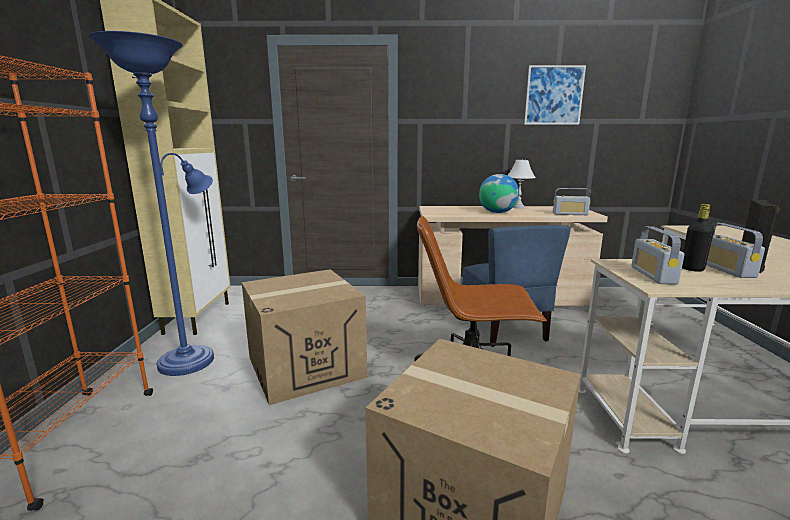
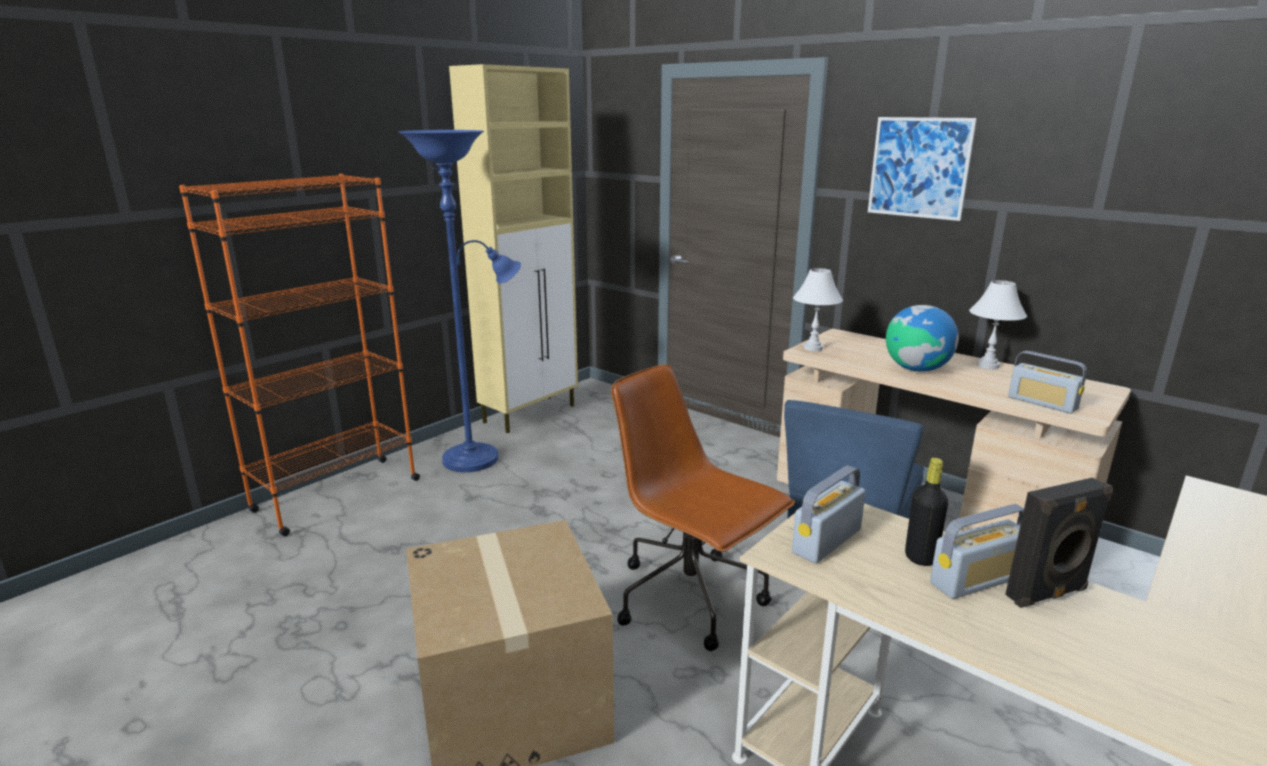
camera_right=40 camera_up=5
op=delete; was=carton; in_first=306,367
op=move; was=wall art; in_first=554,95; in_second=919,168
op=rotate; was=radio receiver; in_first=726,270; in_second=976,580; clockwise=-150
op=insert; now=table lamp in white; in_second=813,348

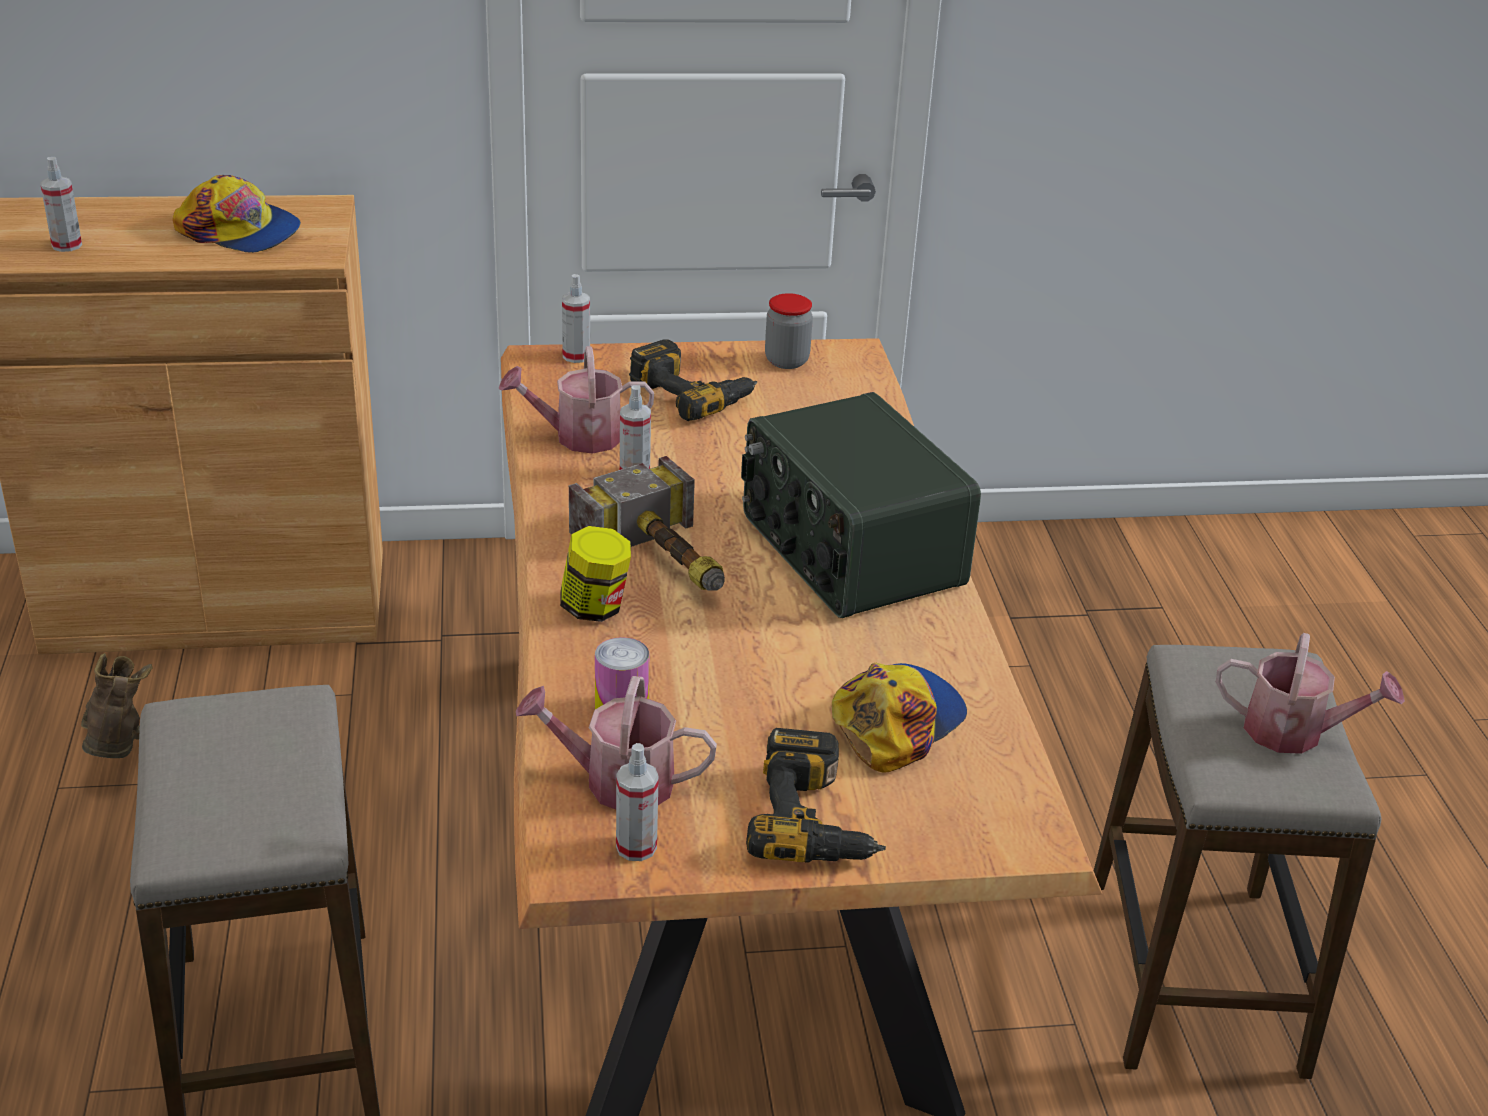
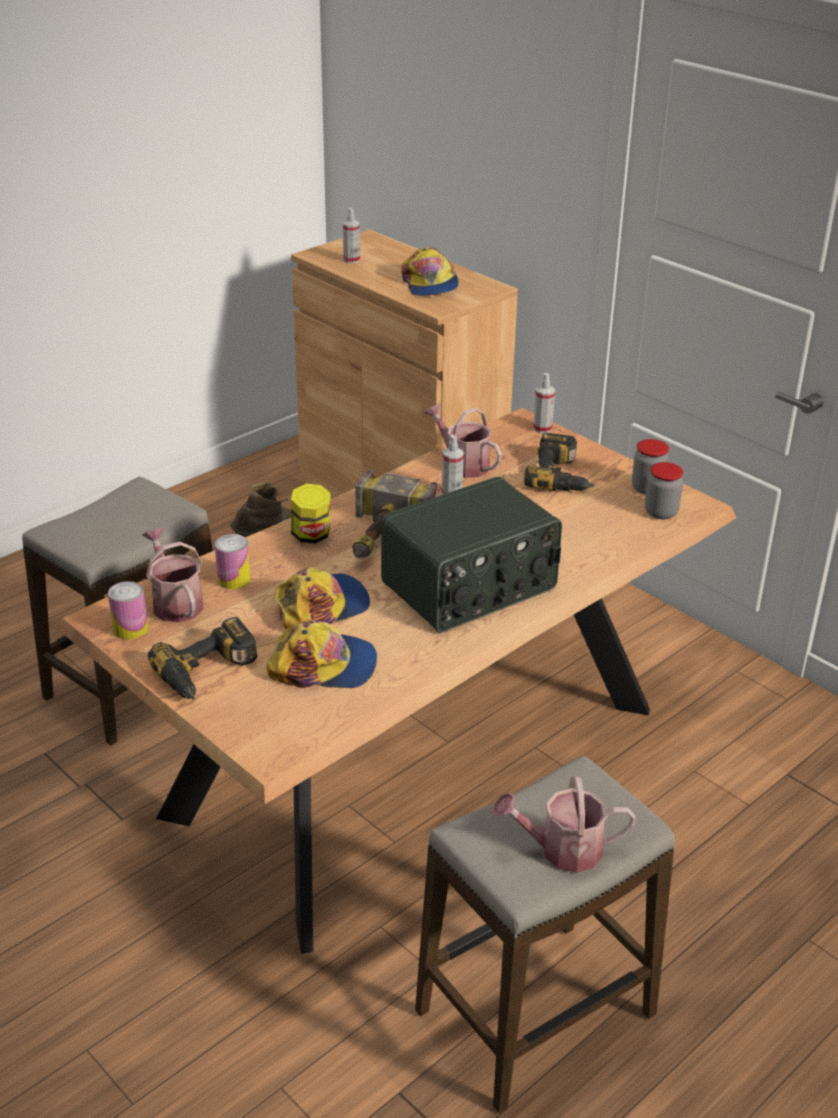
camera_right=55 camera_up=0
op=replace; was=hand sprayer; now=can; in_first=636,847; in_second=130,628
op=rotate; was=radio receiver; in_first=848,551; in_second=470,588; clockwise=-150
op=rotate; was=watering can; in_first=1294,732; in_second=561,850; clockwise=105
op=insert; now=peaked cap; in_second=321,606
op=insert; now=jar; in_second=661,512

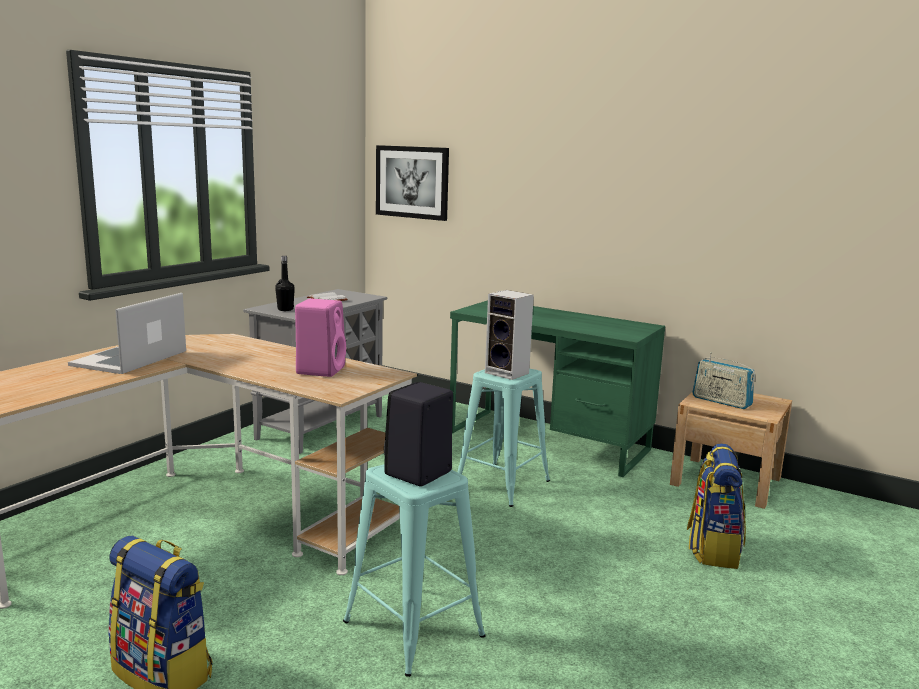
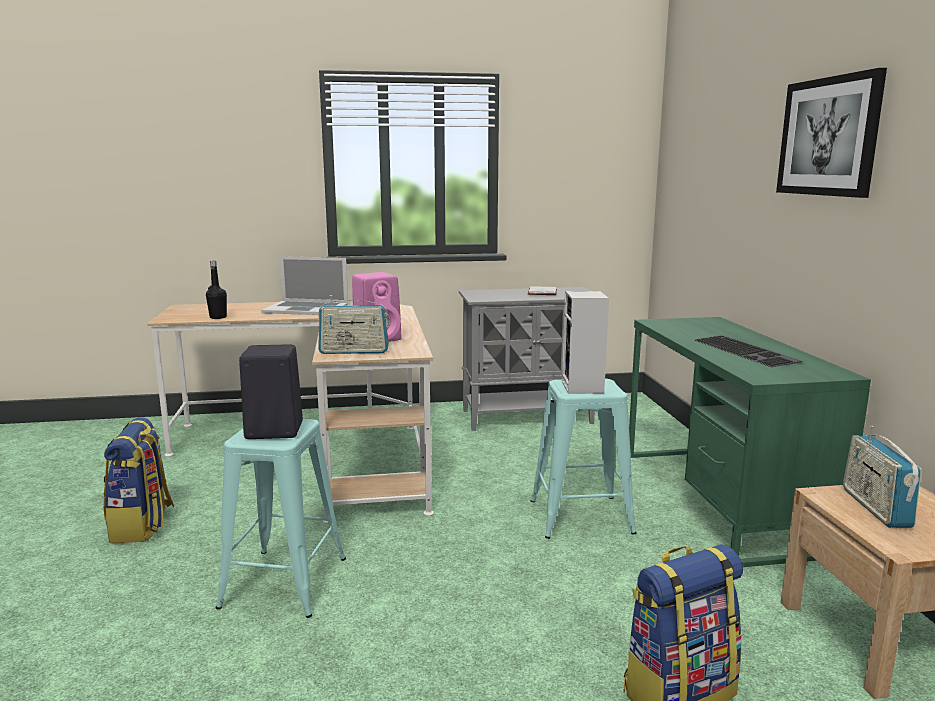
camera_right=50 camera_up=0
op=rotate; was=laptop; in_first=130,358; in_second=306,309; clockwise=-150
op=move; was=bottle in black; in_first=285,309; in_second=218,317
op=move; was=wall art; in_first=412,182; in_second=828,137
op=insert; now=radio receiver; in_second=354,351
op=insert; now=PC keyboard; in_second=747,351

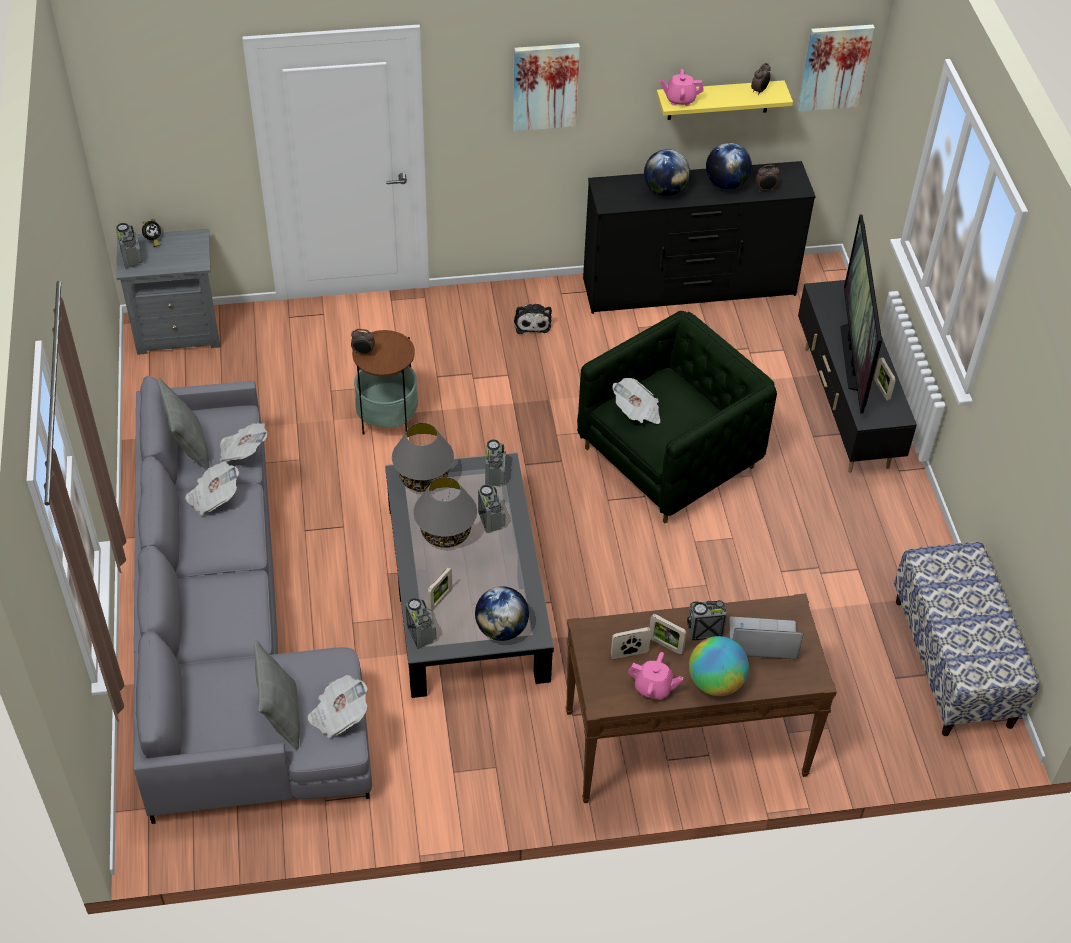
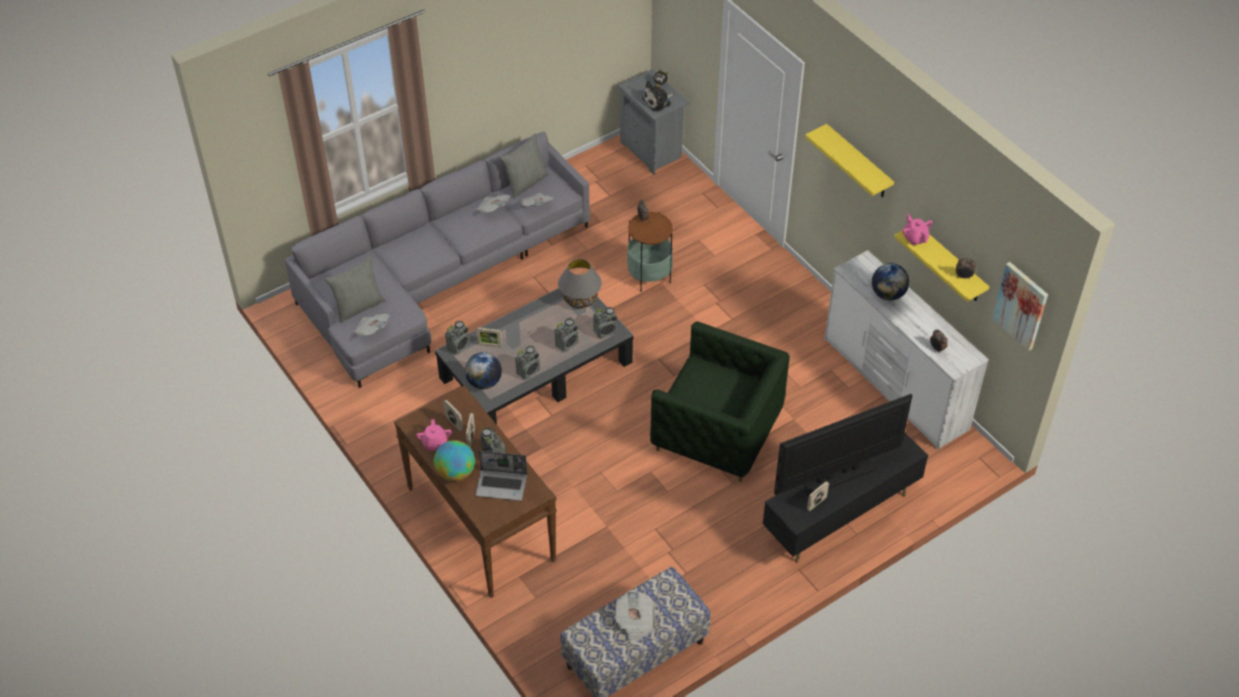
camera_right=65 camera_up=0
op=move; was=radio receiver; in_first=132,258; in_second=528,371
op=delete; was=table lamp in greyish; in_first=445,532
op=replace; was=wall art; now=wall shelf in yellow-coloured; in_first=545,86; in_second=858,163
op=move; was=soft toy; in_first=532,322; in_second=658,101
op=recolor; was=drawer chest in black; now=drawer chest in white; in_first=690,288; in_second=894,385
op=move; was=newspaper; in_first=637,411; in_second=635,623
op=delete; was=desk globe; in_first=726,184
op=rotate; was=laptop; in_first=761,641; in_second=502,485; clockwise=120

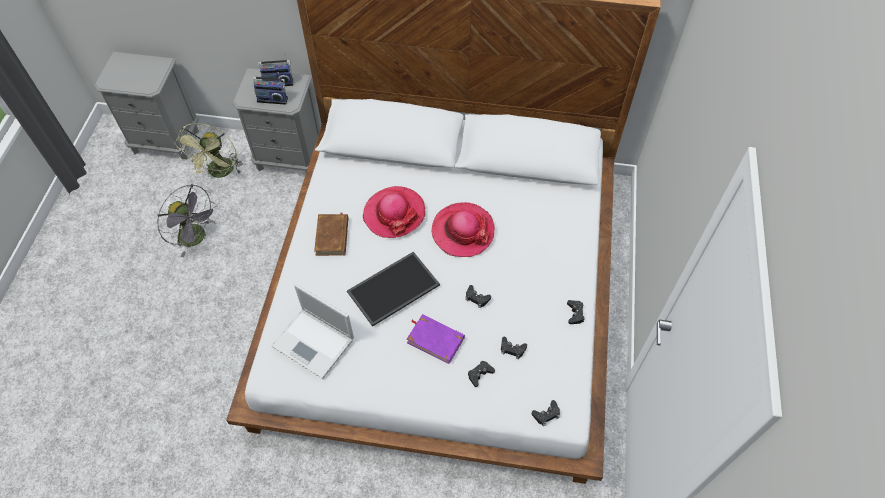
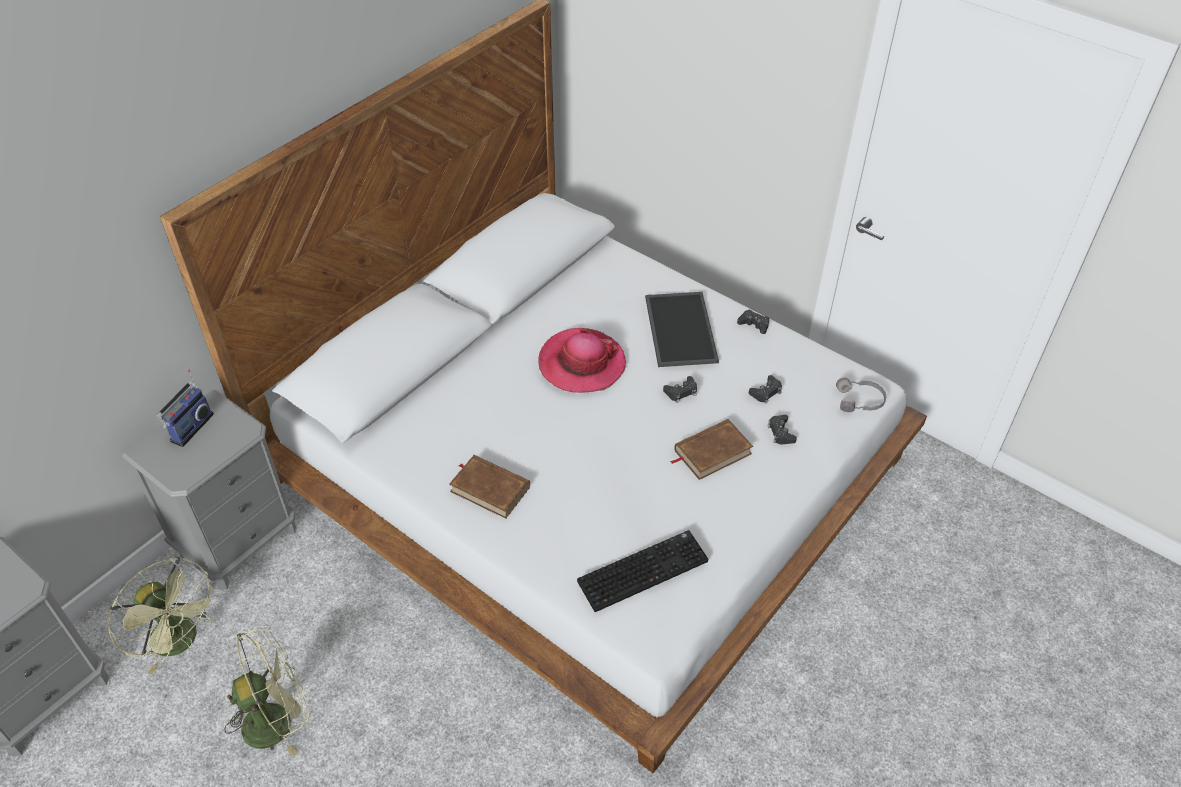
camera_right=-60 camera_up=-10
op=recolor; was=electric fan in greyish; now=electric fan in green; in_first=197,238; in_second=277,719
op=delete; was=radio receiver; in_first=272,98
op=replace; was=laptop; now=PC keyboard; in_first=314,343; in_second=643,569
op=move; was=serving tray; in_first=393,287; in_second=679,328
op=delete; was=hat; in_first=394,213
op=recolor; was=volume in purple; now=volume in brownish; in_first=435,340; in_second=712,452
op=replace; was=joypad in black; now=headset in greyish; in_first=546,414; in_second=860,401

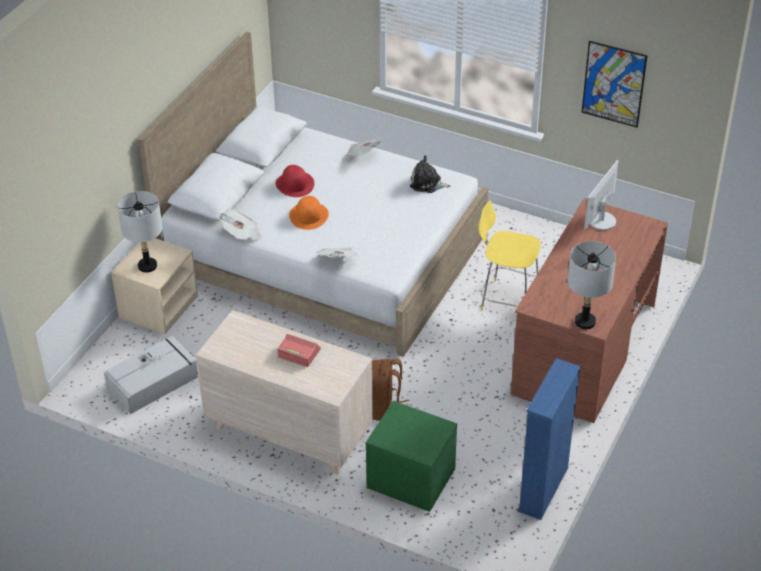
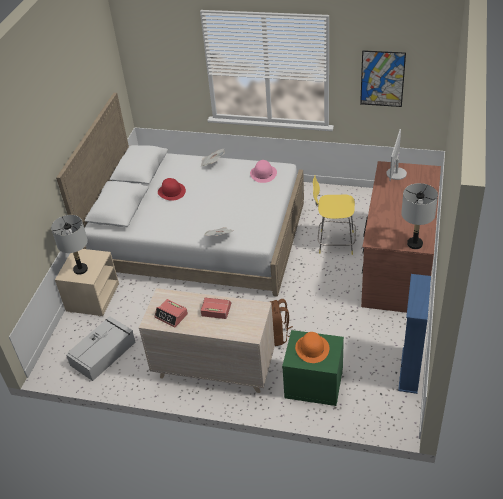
camera_right=-10 camera_up=0
op=delete; was=newspaper; in_first=241,234
op=move; was=hat in orange; in_first=309,216; in_second=312,348
op=replace; was=soft toy; now=hat in pinkish; in_first=427,184; in_second=263,173
op=insert; now=alarm clock; in_second=171,316

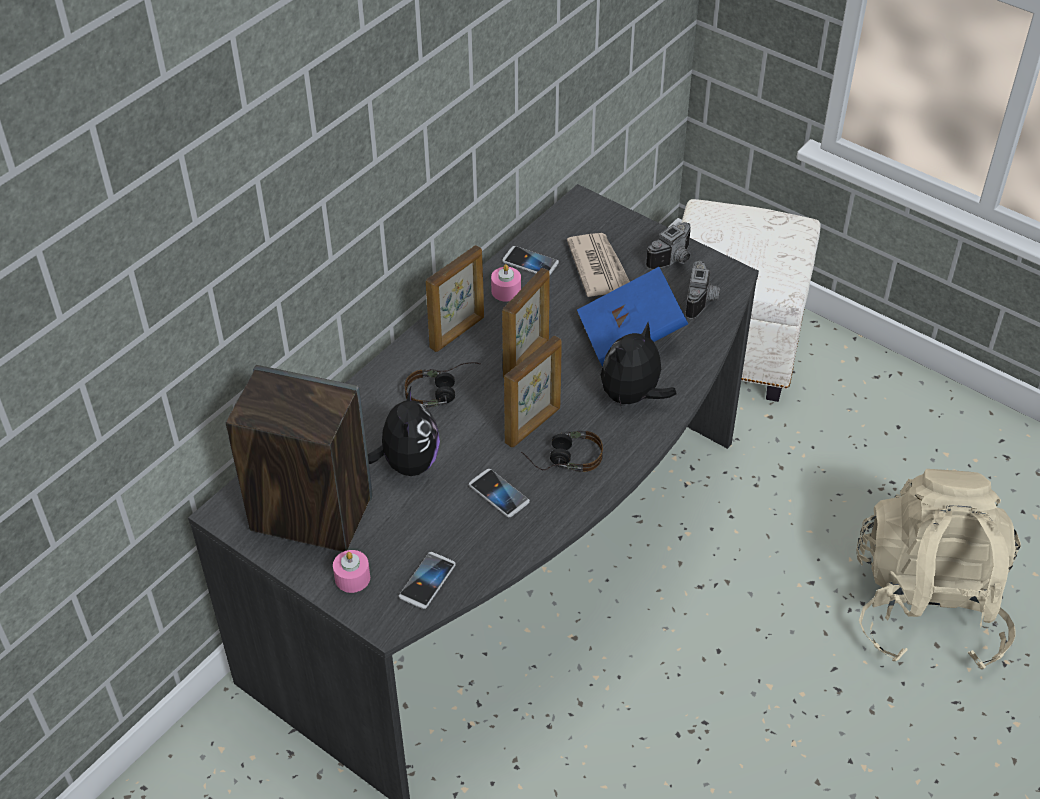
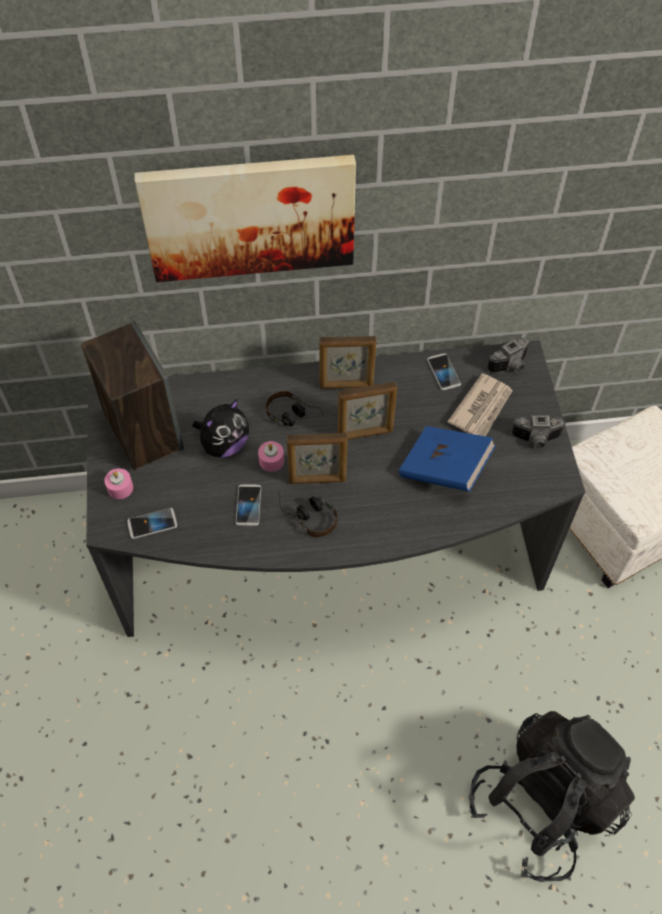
camera_right=45 camera_up=10
op=move; was=candle in pinkish; in_first=506,291; in_second=271,460
op=delete; was=soft toy; in_first=632,397
op=move; was=photo camera; in_first=703,300; in_second=511,366
op=recolor; was=knapsack in beige-coloured; now=knapsack in black; in_first=926,607; in_second=543,804
op=insert; now=wall art; in_second=250,216

